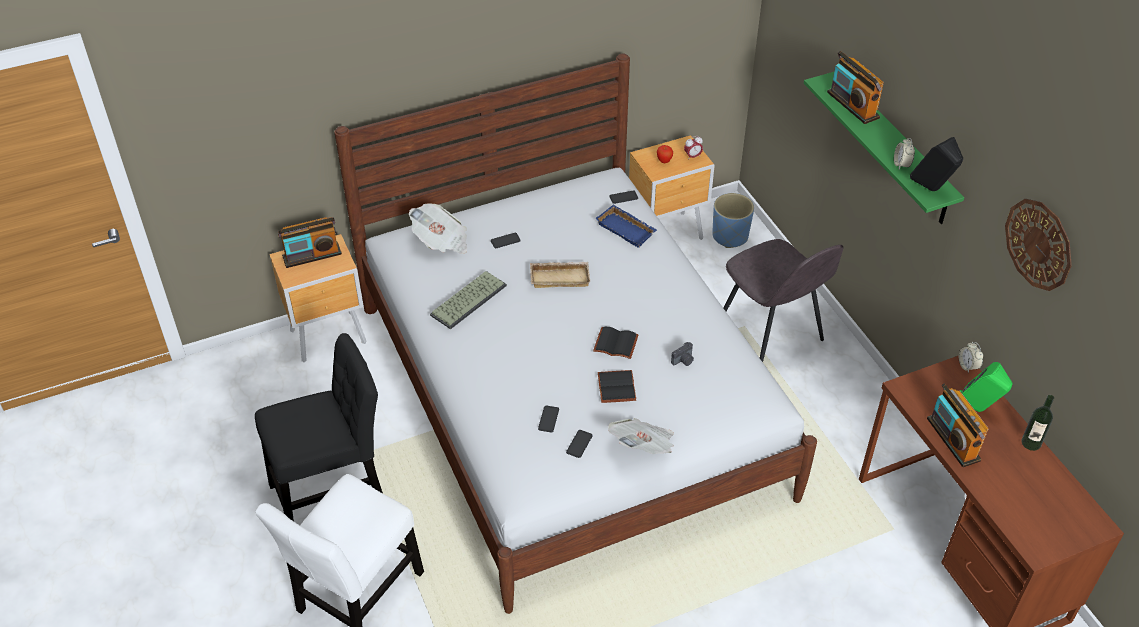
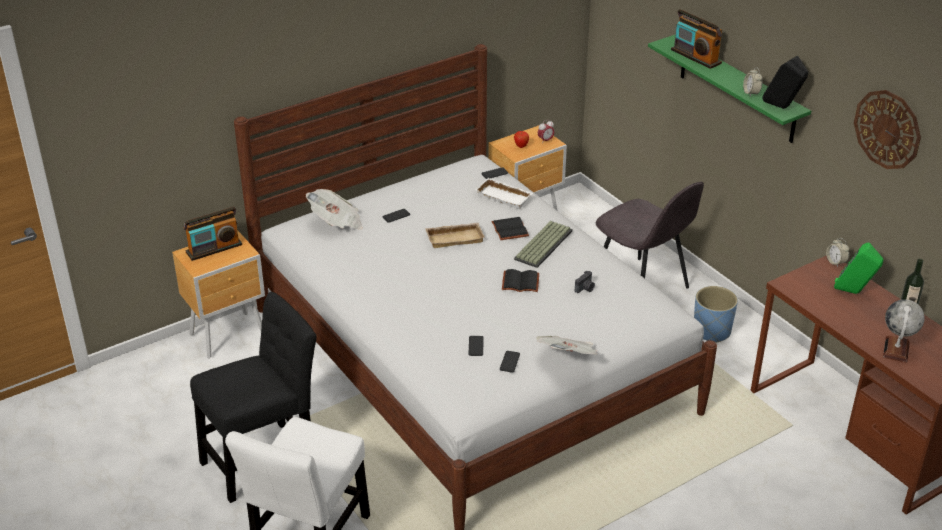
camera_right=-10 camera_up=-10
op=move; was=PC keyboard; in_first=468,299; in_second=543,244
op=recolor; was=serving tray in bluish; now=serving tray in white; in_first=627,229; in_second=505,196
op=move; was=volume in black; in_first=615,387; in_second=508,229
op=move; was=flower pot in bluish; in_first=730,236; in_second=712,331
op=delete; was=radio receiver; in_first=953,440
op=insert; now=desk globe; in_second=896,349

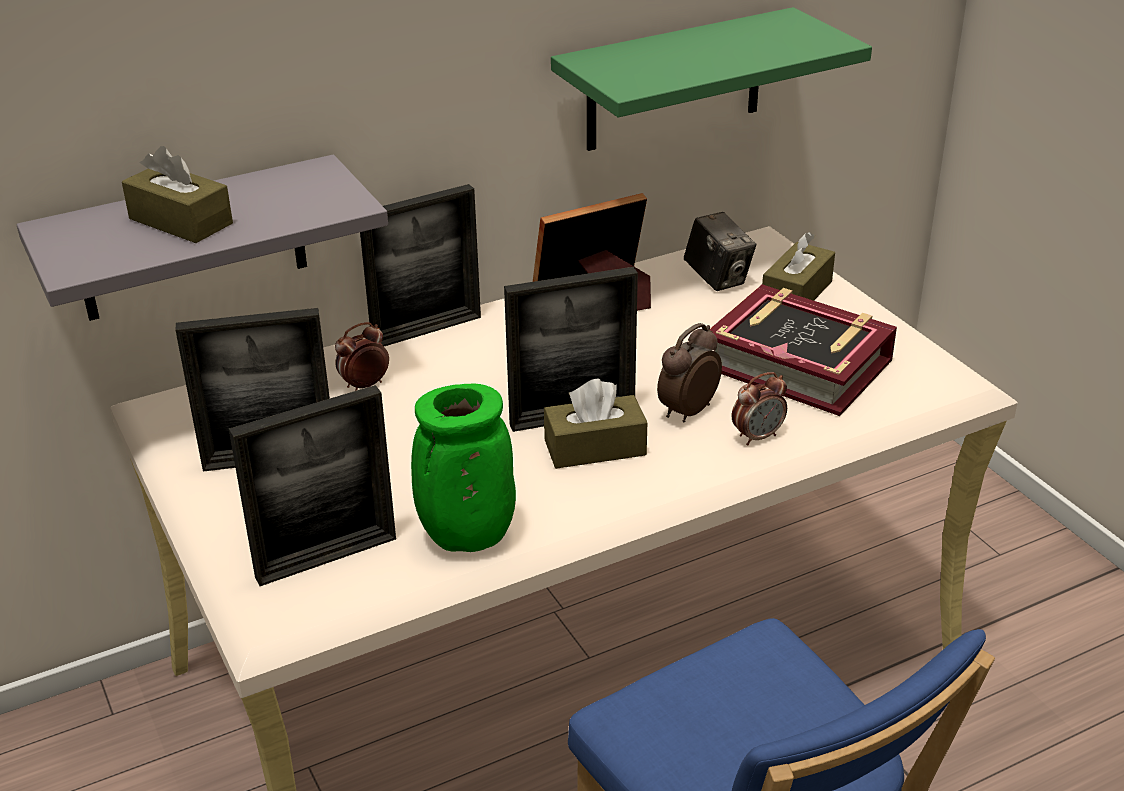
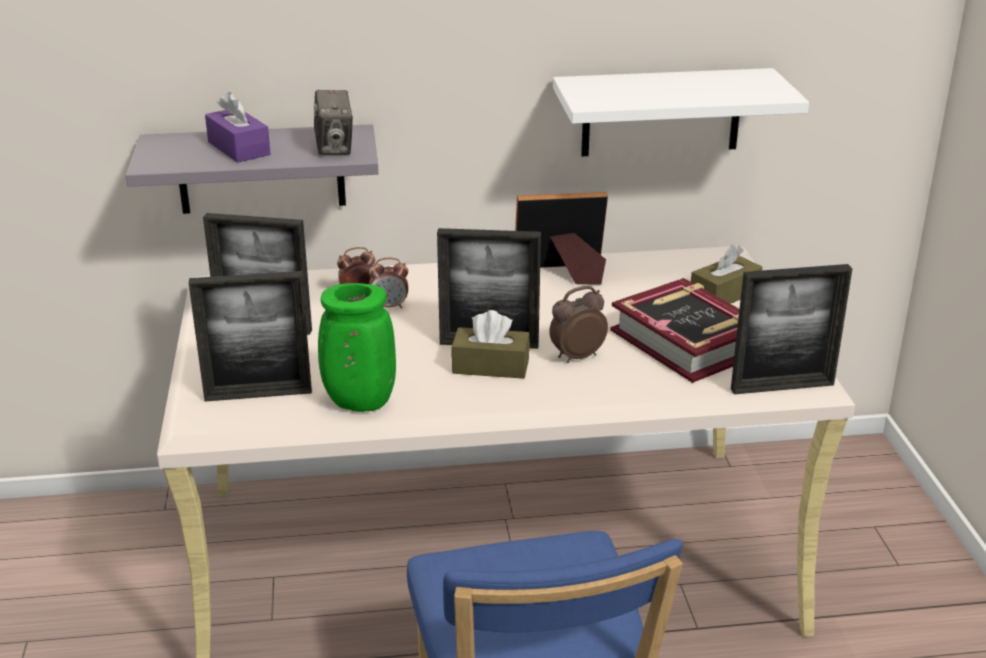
camera_right=20 camera_up=-5
op=recolor; was=tissue holder in brownish; now=tissue holder in purple; in_first=181,221; in_second=239,148
op=move; was=picture frame; in_first=426,330; in_second=782,387
op=recolor; was=wall shelf in green; now=wall shelf in white; in_first=674,81; in_second=661,112
op=move; was=photo camera; in_first=717,278; in_second=334,148
op=move; was=alarm clock; in_first=757,436; in_second=389,306

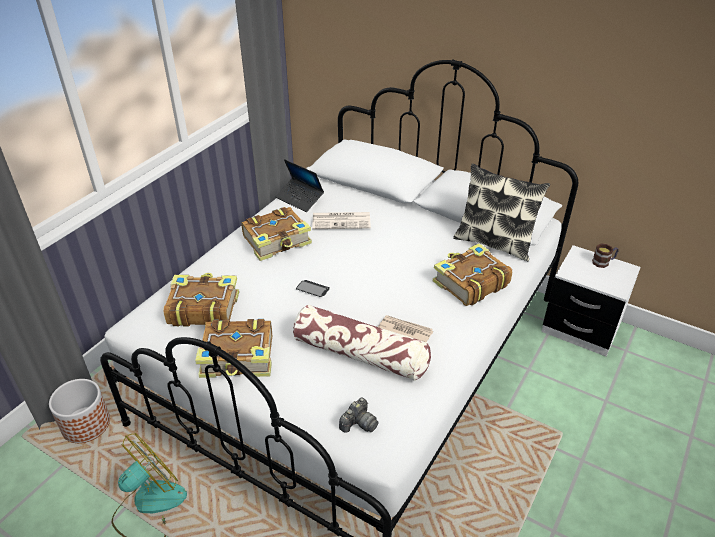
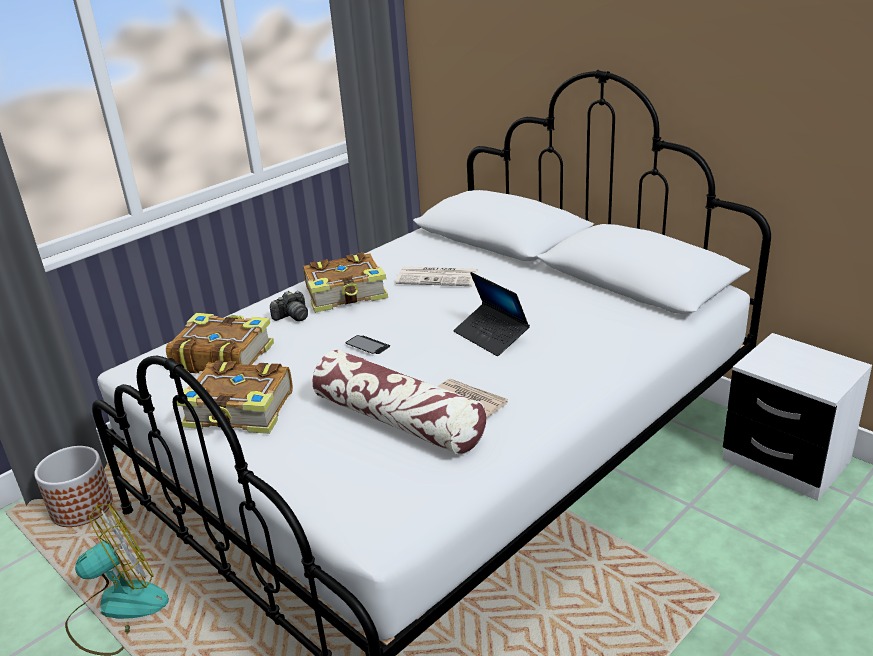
camera_right=15 camera_up=-10
op=move; was=laptop; in_first=300,199; in_second=491,336
op=move; was=photo camera; in_first=358,423; in_second=292,316
op=delete; was=volume; in_first=469,283
op=delete; was=pillow; in_first=494,242
op=delete; was=mug; in_first=603,262

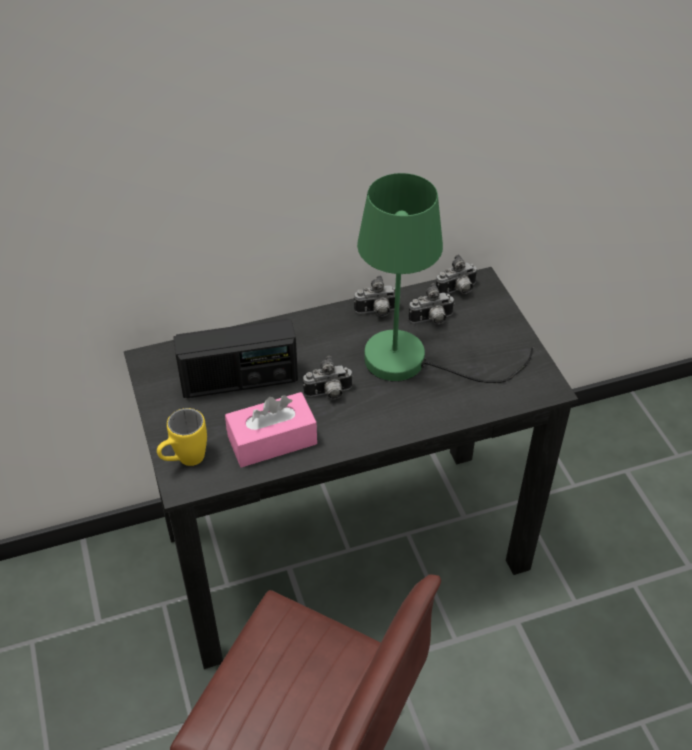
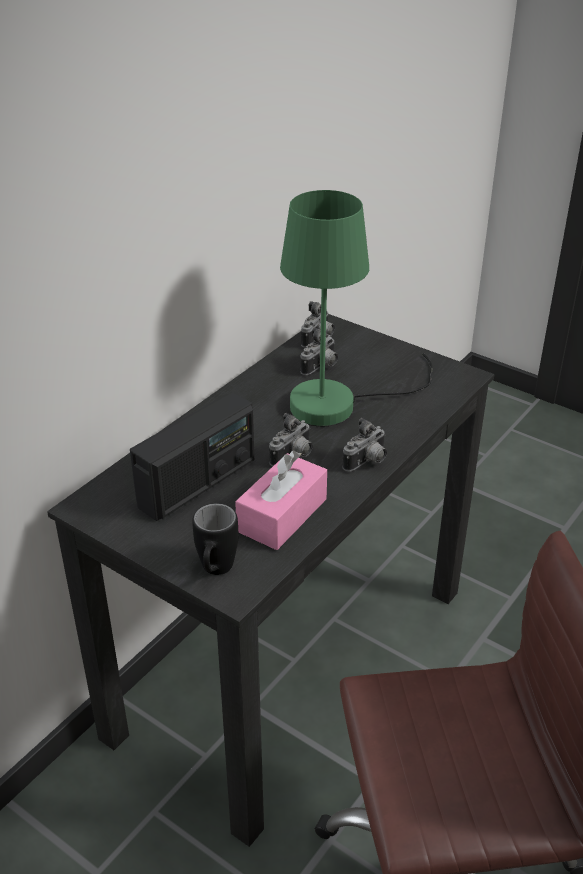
camera_right=-35 camera_up=-10
op=recolor; was=mug in yellow-coloured; now=mug in black; in_first=184,461; in_second=215,572
op=move; was=photo camera; in_first=377,312; in_second=367,462

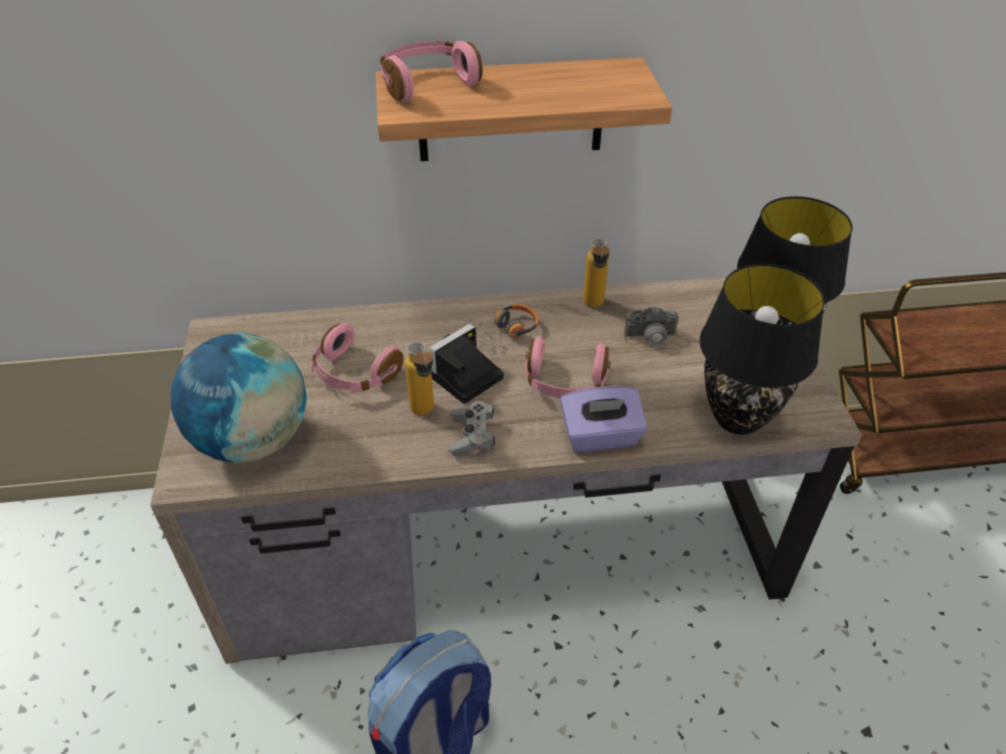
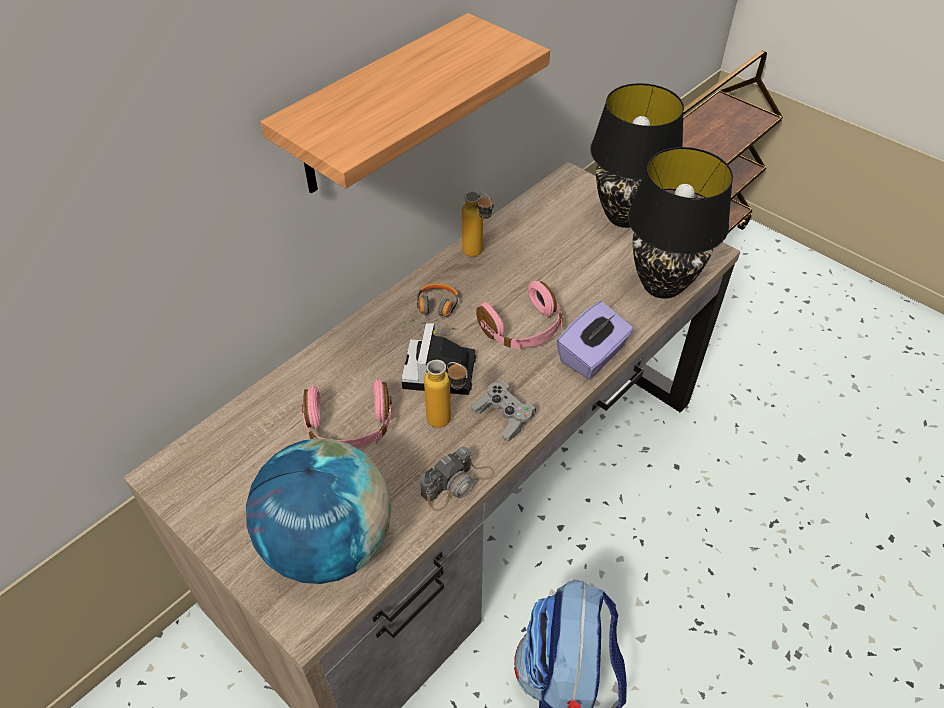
camera_right=-40 camera_up=5
op=delete; was=headset in pinkish; in_first=427,83
op=move; was=photo camera; in_first=656,338; in_second=457,484

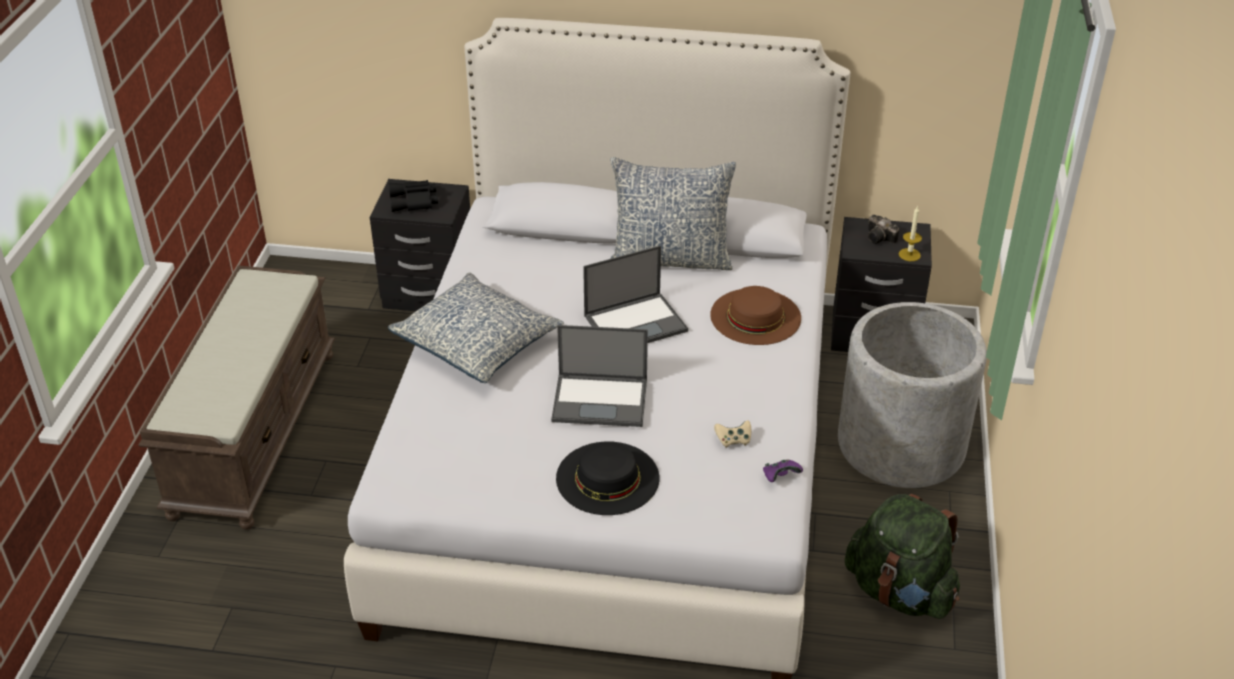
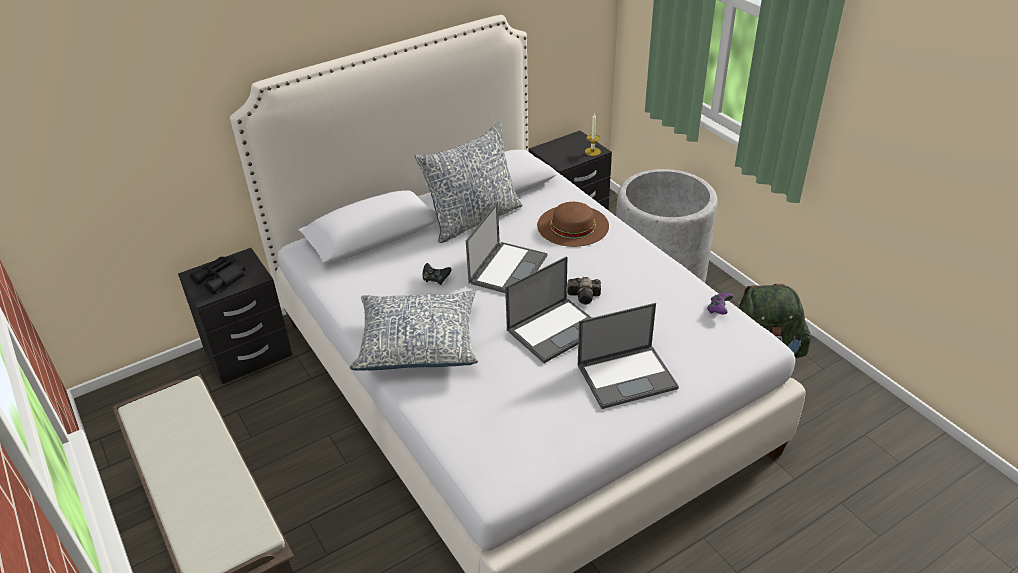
camera_right=-40 camera_up=0
op=replace; was=hat in black; now=laptop; in_first=607,478; in_second=627,376
op=delete; was=joypad in beige-coloured; in_first=733,440
op=move; was=photo camera; in_first=881,238; in_second=585,296
op=insert; now=joypad in black; in_second=436,279

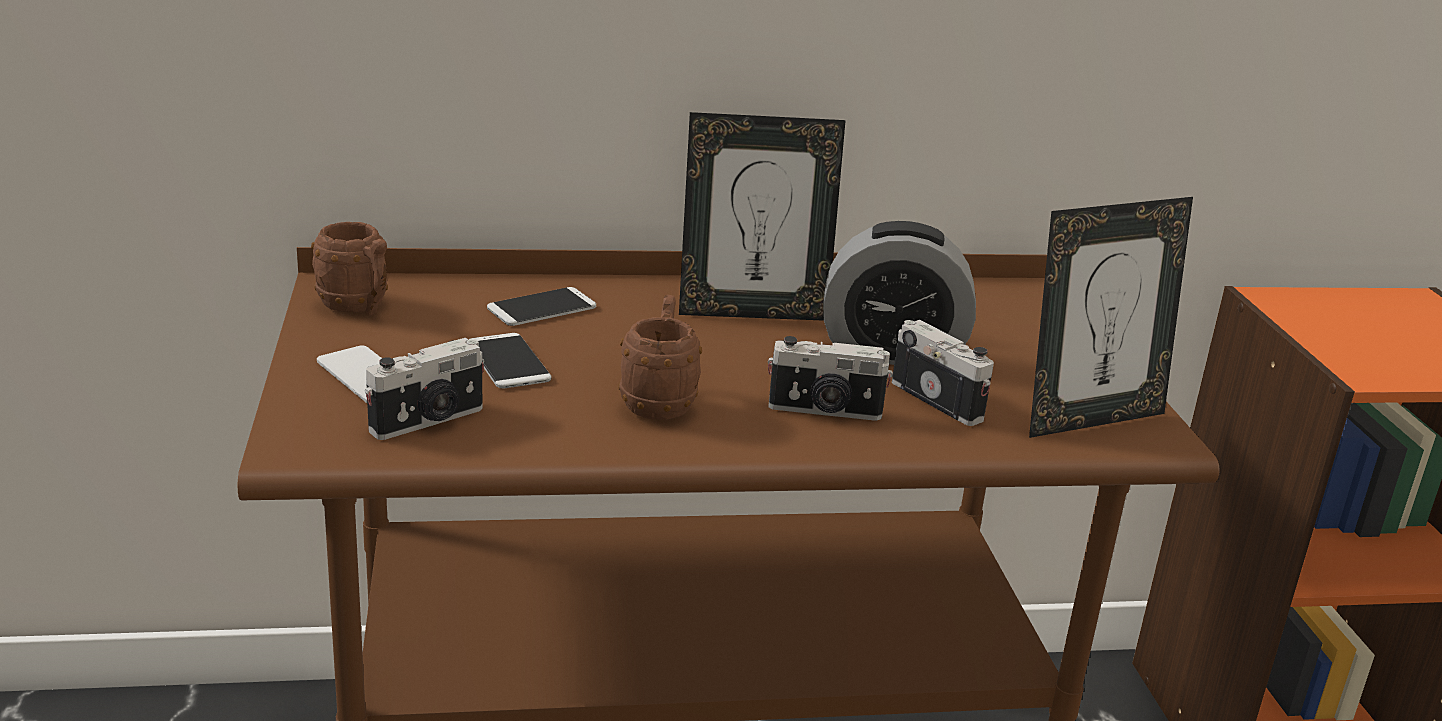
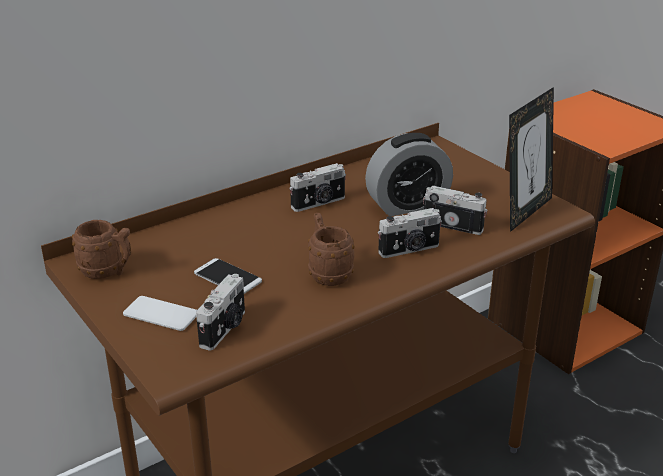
camera_right=-25 camera_up=5
op=delete; was=handset; in_first=542,308
op=replace; was=picture frame; now=photo camera; in_first=752,312; in_second=319,203

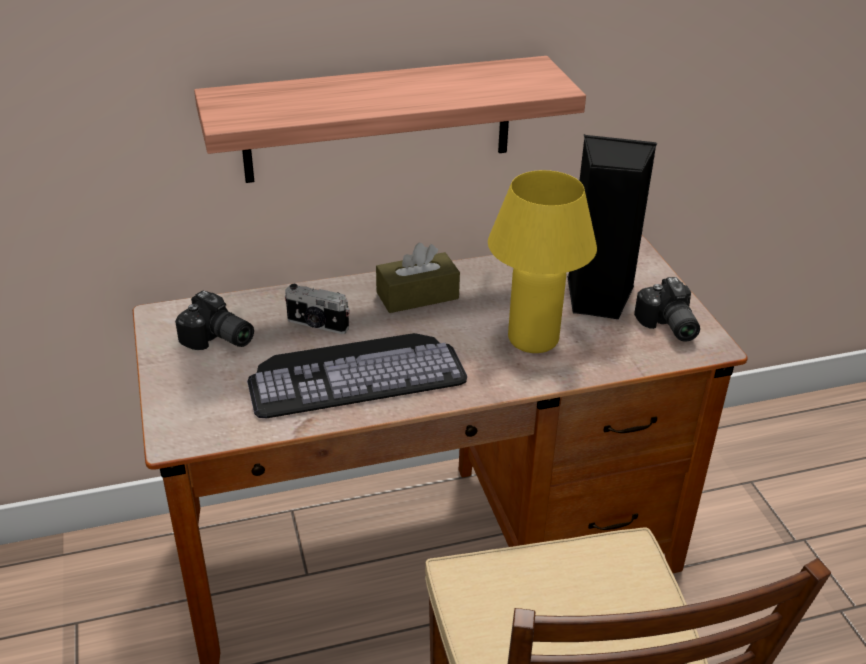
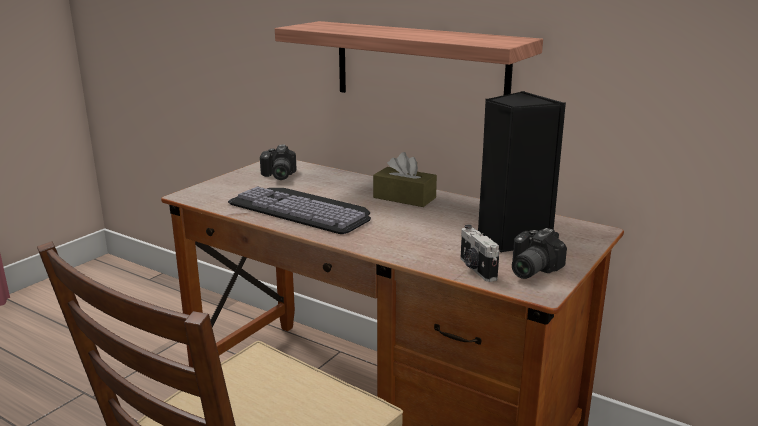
camera_right=50 camera_up=-15
op=move; was=photo camera; in_first=317,325; in_second=476,269
op=delete; was=table lamp in yellow-coloured; in_first=533,339

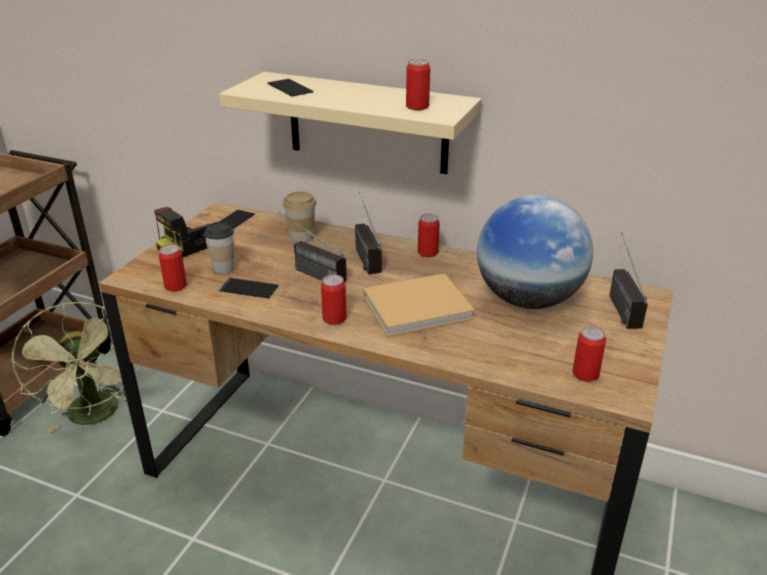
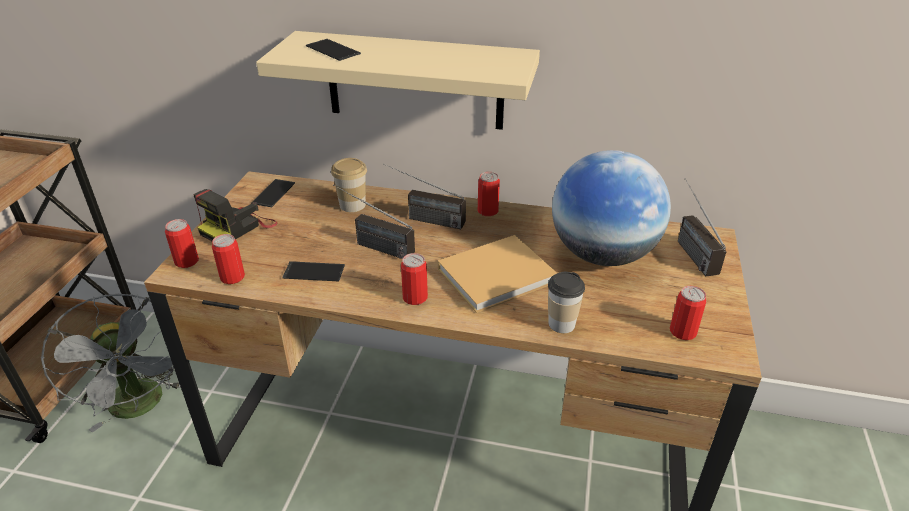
camera_right=-10 camera_up=5
op=recolor; was=electric fan in green; now=electric fan in greyish; in_first=96,416; in_second=141,407
op=move; was=cup; in_first=223,267; in_second=561,324
op=rotate; was=radio receiver; in_first=363,253; in_second=422,218; clockwise=-45
op=move; was=can; in_first=417,106; in_second=187,261

